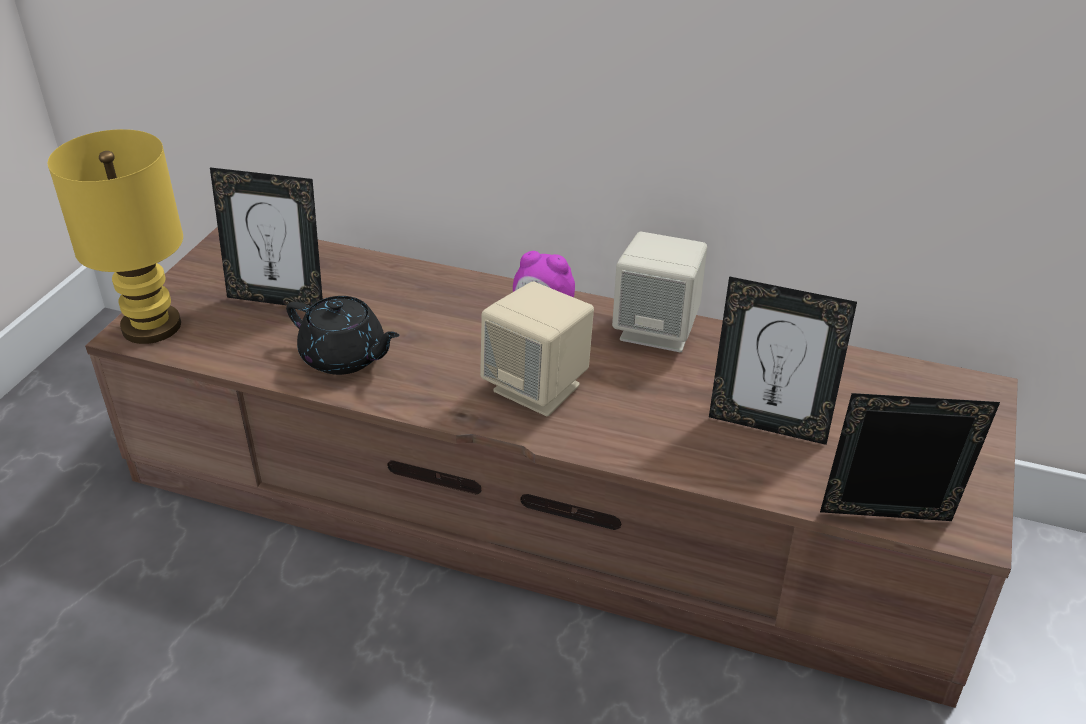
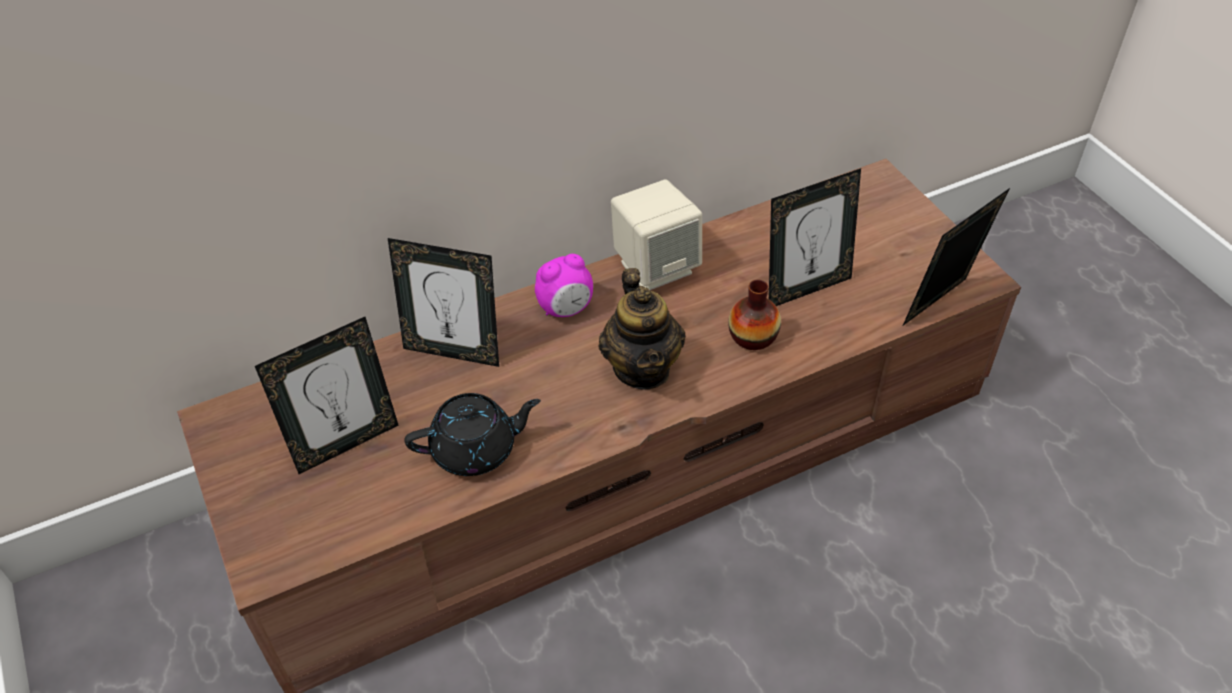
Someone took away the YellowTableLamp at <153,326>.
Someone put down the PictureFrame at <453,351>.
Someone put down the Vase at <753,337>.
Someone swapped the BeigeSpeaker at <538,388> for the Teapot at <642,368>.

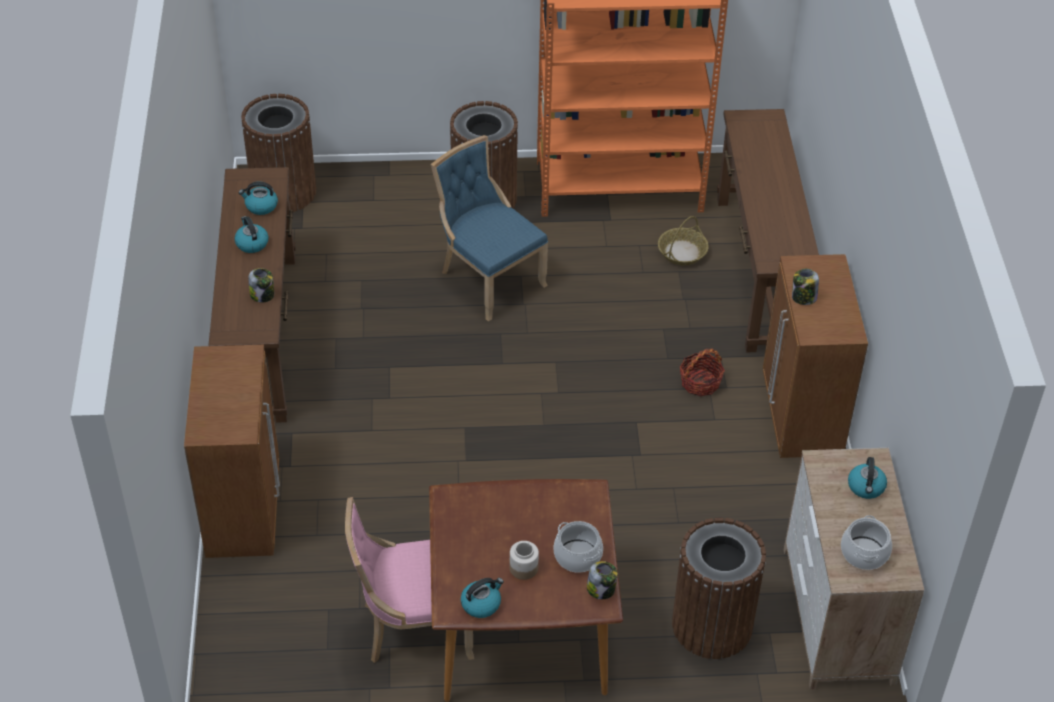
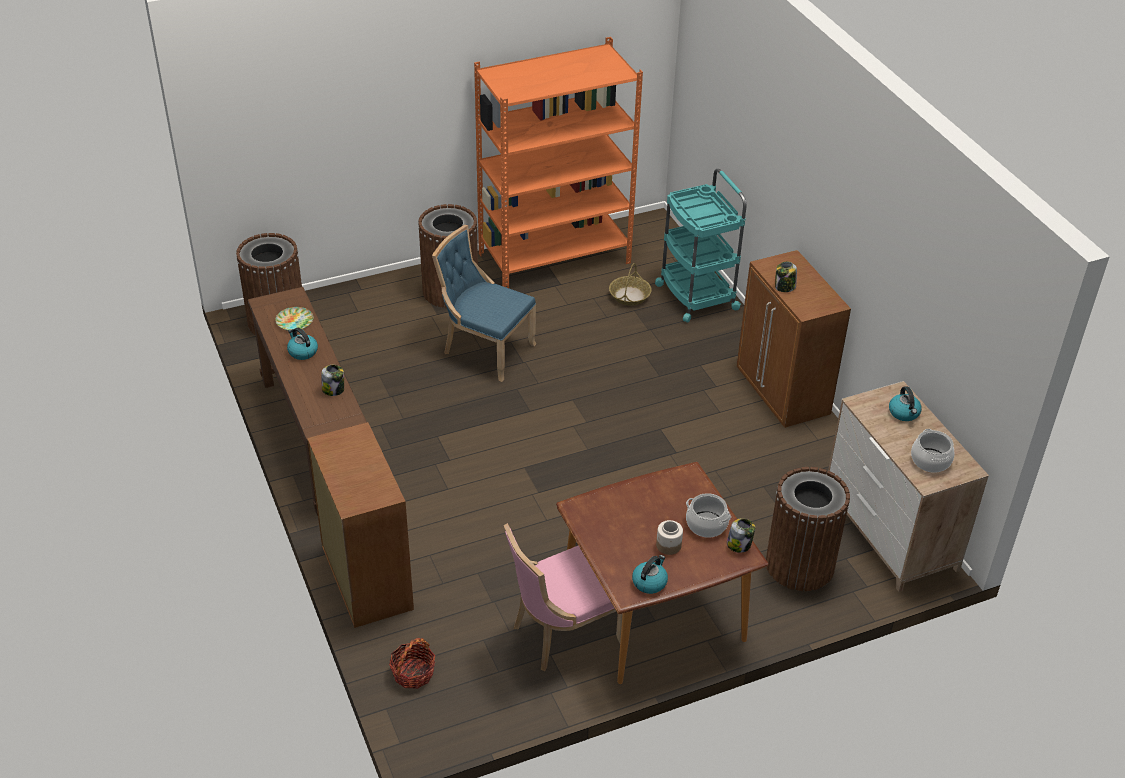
Someone carried the Basket from <700,383> to <413,673>.
Someone swapped the Kettle at <261,206> for the Plate at <295,321>.
Someone swapped the BrownConsoleTable at <758,272> for the TurquoiseCart at <696,297>.

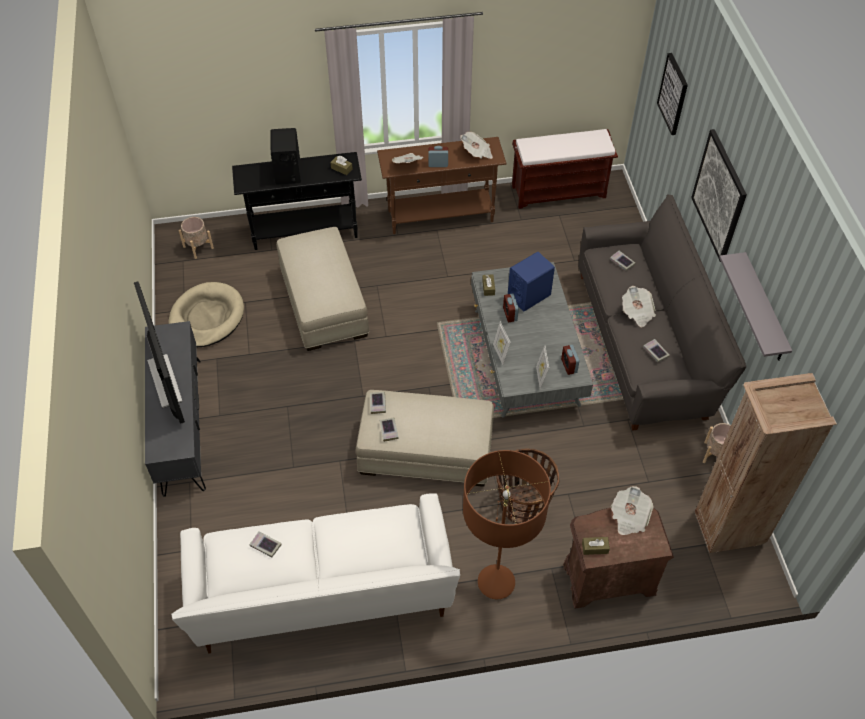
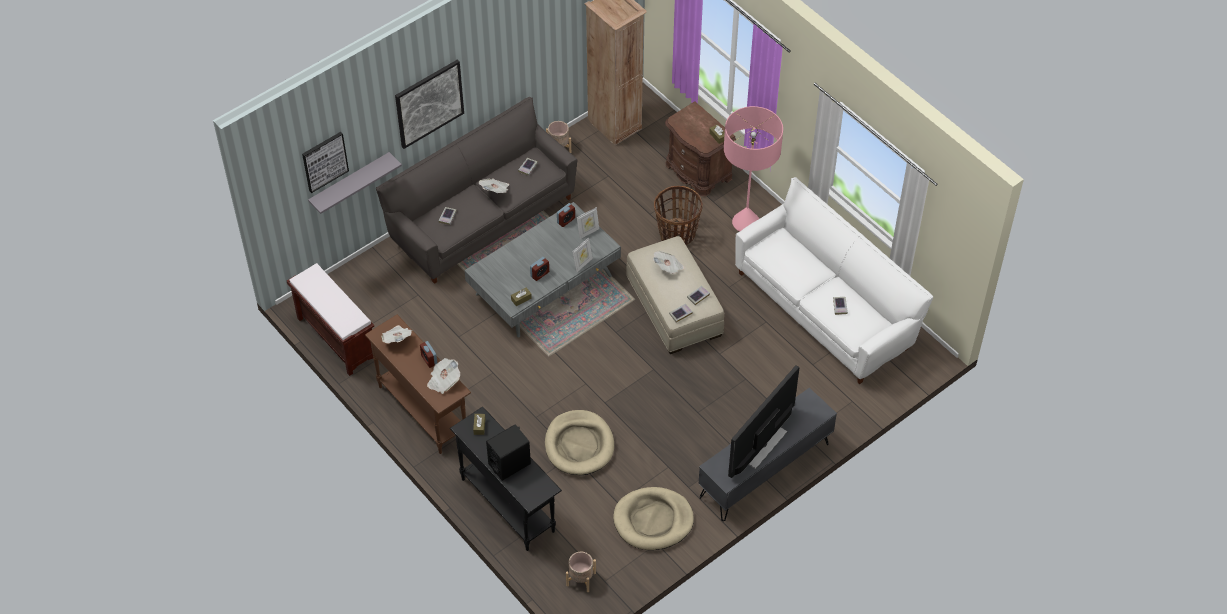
Someone took away the BlueSpeaker at <529,296>.
Someone carried the Newspaper from <629,517> to <668,267>.
Someone carried the GreyShelf from <764,309> to <350,183>.
Someone swapped the BeigeOttoman at <324,302> for the BeigeDogBed at <579,445>.
Someone repainted the BrownFloorLamp at <496,584>, which became the PinkFloorLamp at <745,224>.

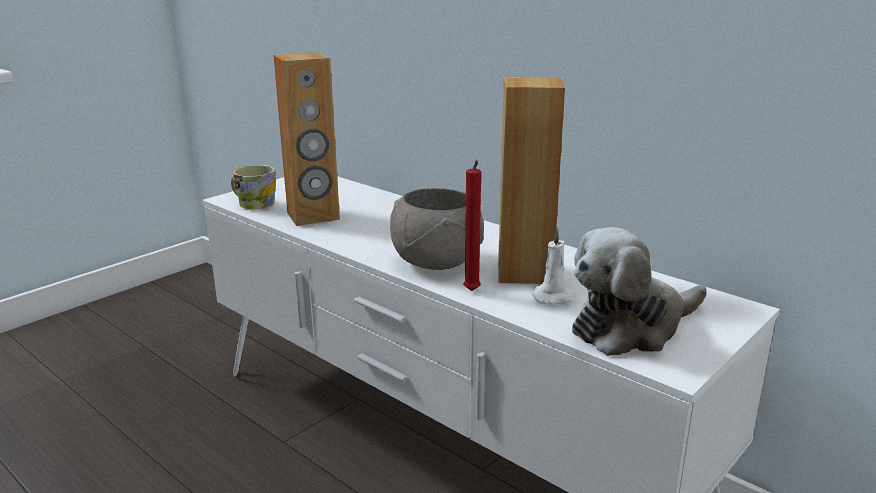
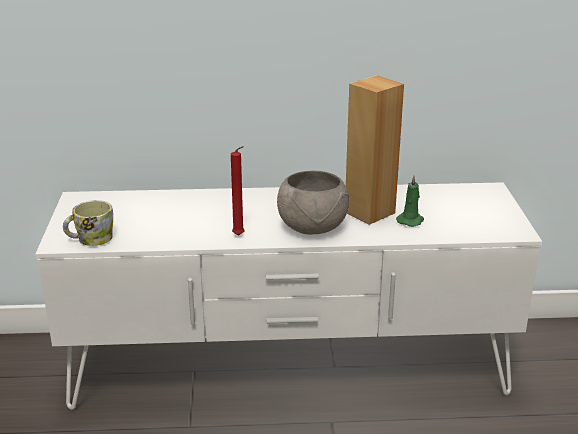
Someone took away the BrownSpeaker at <313,216>.
Someone took away the PlushToy at <631,327>.
Someone carried the RedCandle from <472,292> to <240,236>.
Someone repainted the WhiteCandle at <554,297>, which became the GreenCandle at <410,220>.

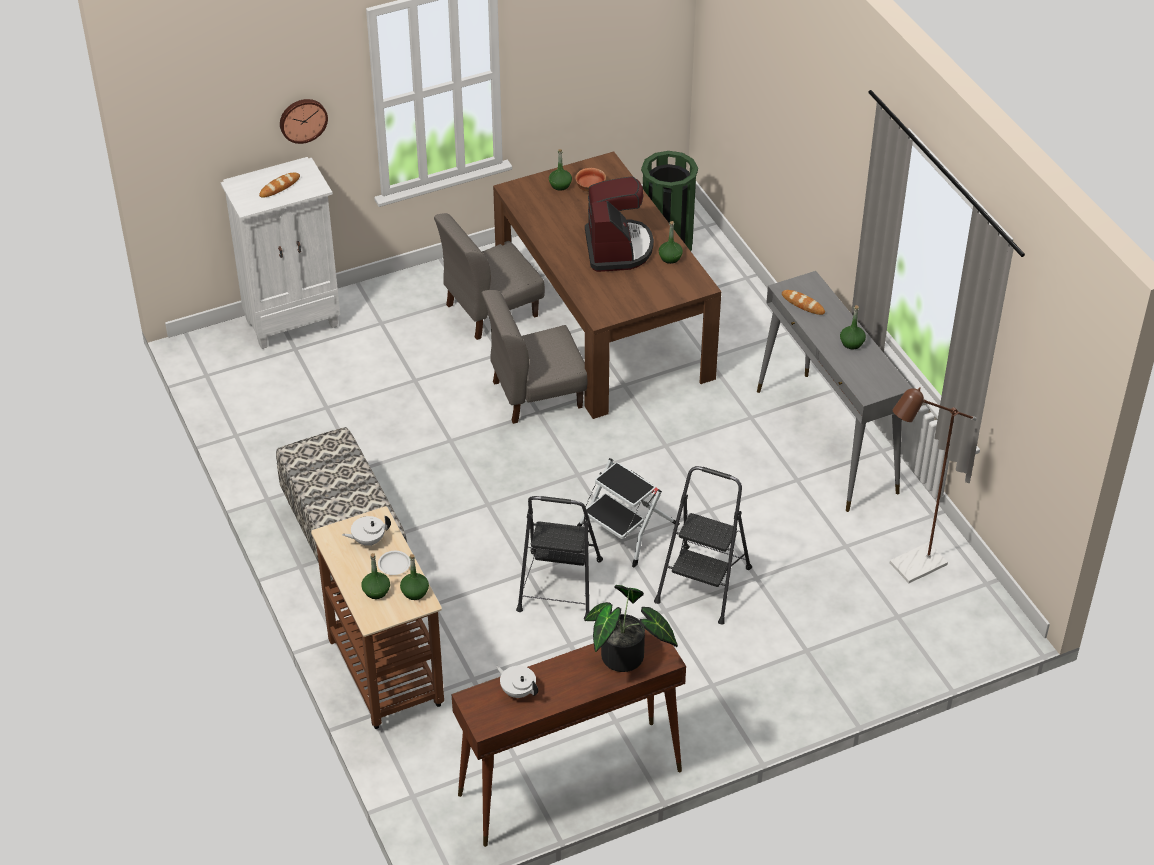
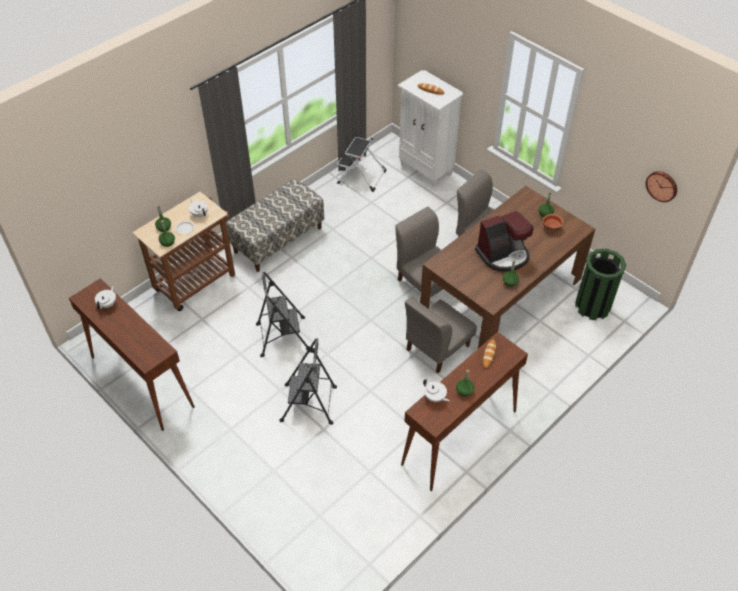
Someone took away the PottedPlant at <625,660>.
Someone took away the BrownFloorLamp at <910,568>.
Someone put down the GreyChair at <437,347>.
Someone put down the WhiteTeapot at <435,397>.
Someone carried the WallClock from <302,119> to <662,185>.
Someone carried the StepLadder from <627,528> to <361,175>.
Someone repainted the GreyConsoleTable at <827,441>, which became the BrownConsoleTable at <459,438>.

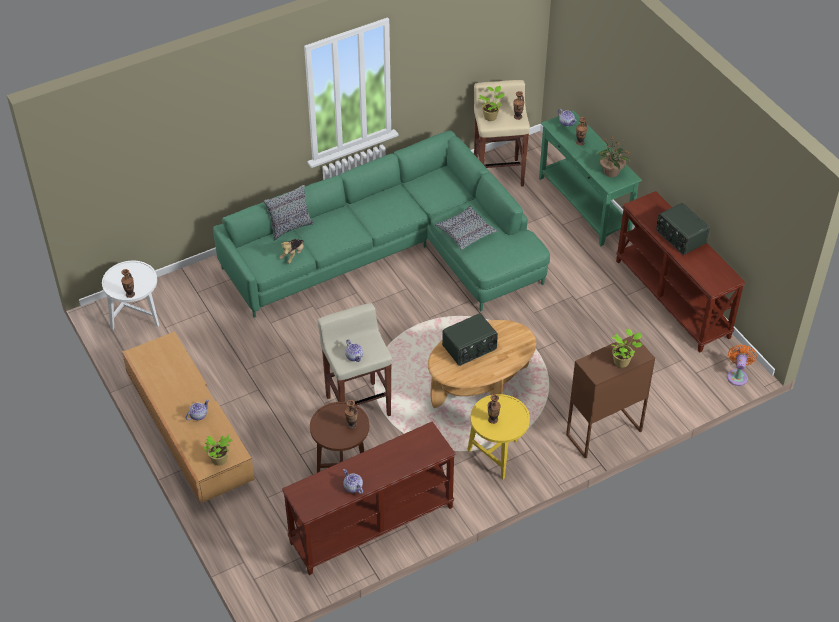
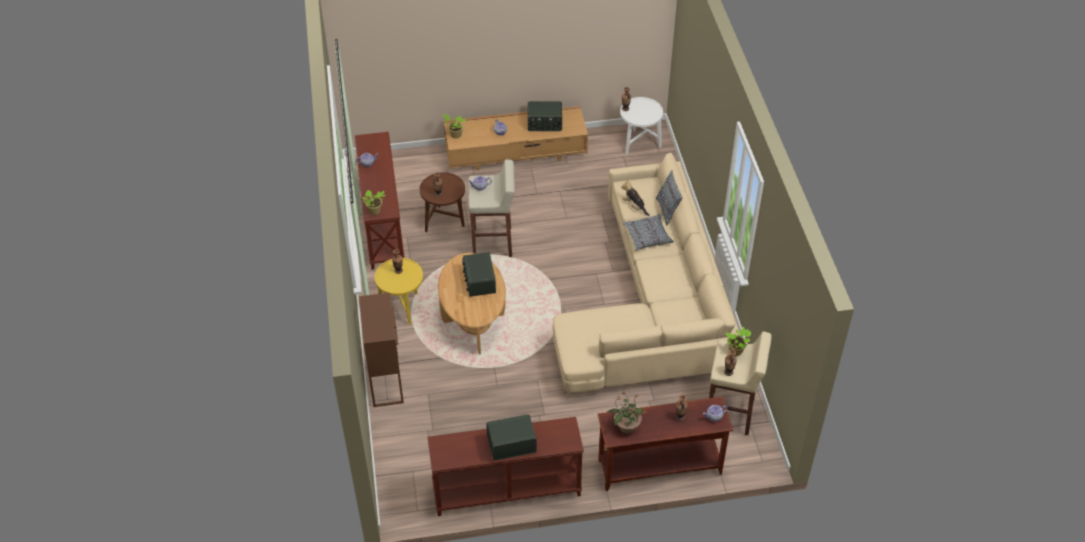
Someone took away the OrangeFan at <737,376>.
Someone put down the Radio at <544,124>.
Someone carried the GreyPillow from <465,233> to <647,236>.
Someone carried the PottedPlant from <622,361> to <374,211>.
Someone repainted the GreenSofa at <391,251>, which became the BeigeSofa at <652,305>.
Someone repainted the GreenConsoleTable at <584,206>, which became the BrownConsoleTable at <659,467>.

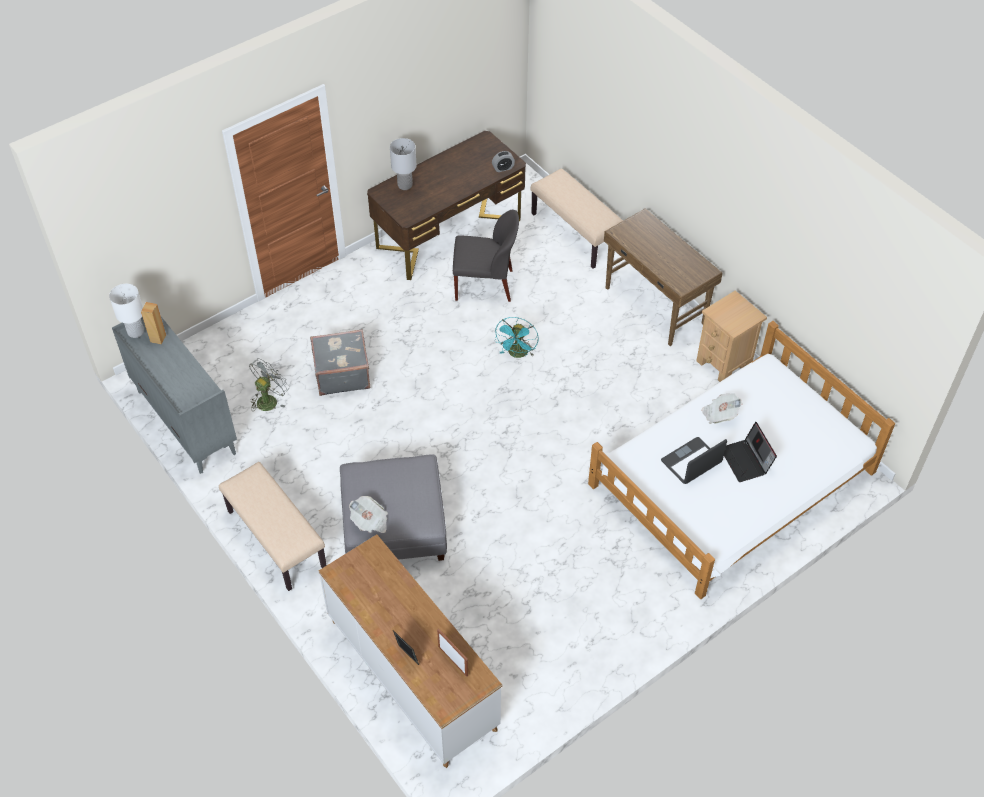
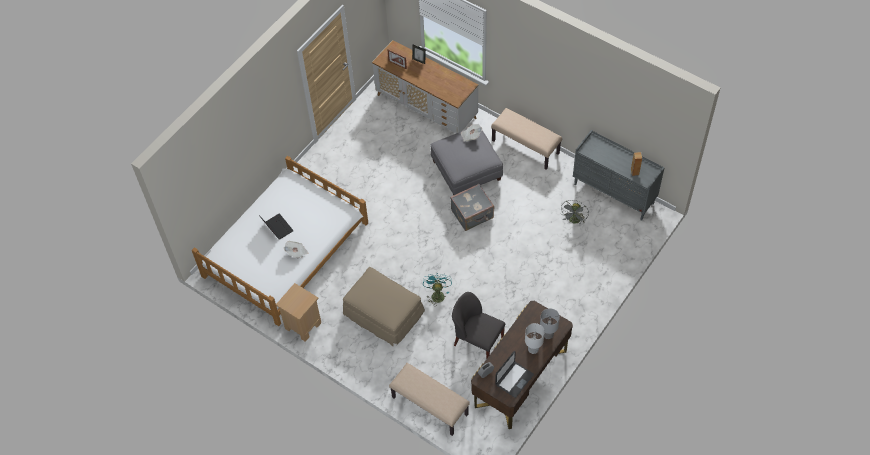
Someone took away the BrownConsoleTable at <655,306>.
Someone put down the BeigeOttoman at <383,314>.
Someone carried the WhiteTableLamp from <136,333> to <533,349>.
Someone carried the GreySuitcase from <341,374> to <472,215>.
Someone carried the Laptop from <692,462> to <514,379>.
Someone rotated the GreyChair at <485,285> by 45 degrees clockwise.

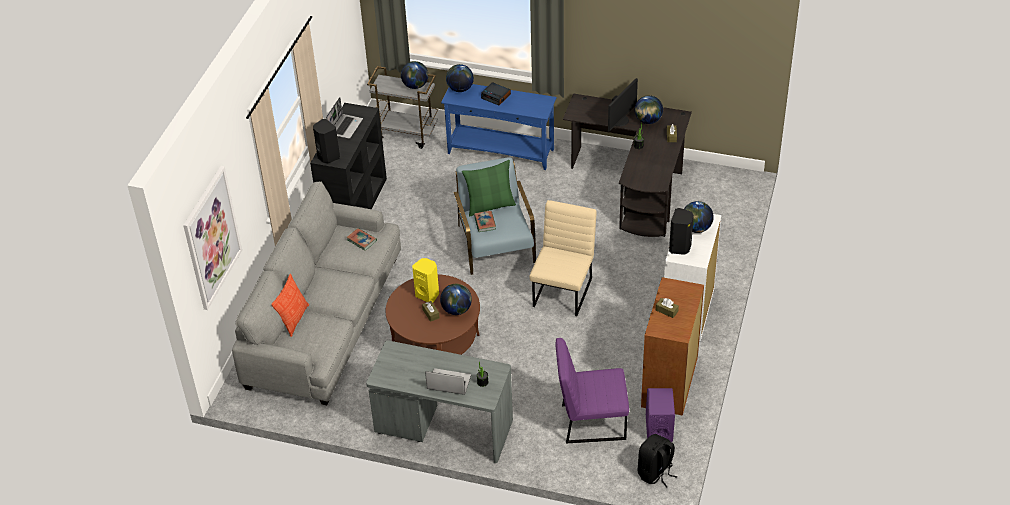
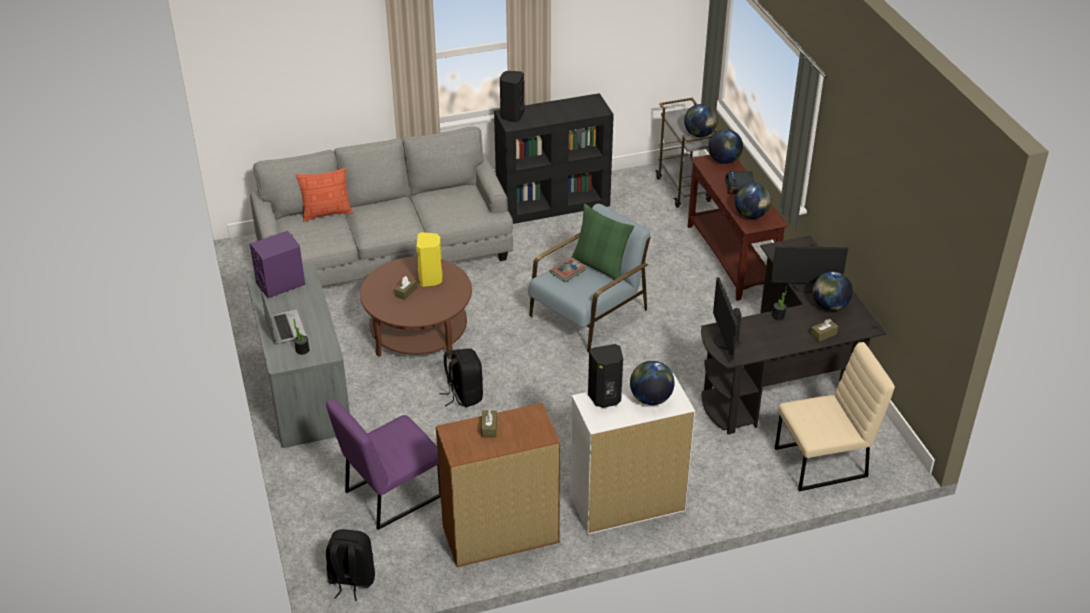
Someone took away the Picture at <211,237>.
Someone took away the Laptop at <345,127>.
Someone took away the Book at <361,240>.
Someone put down the BlackBackpack at <464,395>.
Someone put down the Monitor at <725,341>.
Someone carried the Globe from <457,310> to <751,215>.
Someone carried the BeigeChair from <563,291> to <823,462>.
Someone carried the PurpleSpeaker from <659,428> to <281,284>.
Someone repainted the BlueConsoleTable at <501,151>, which became the BrownConsoleTable at <730,259>.
Someone rotated the PurpleChair at <591,421> by 90 degrees counterclockwise.

